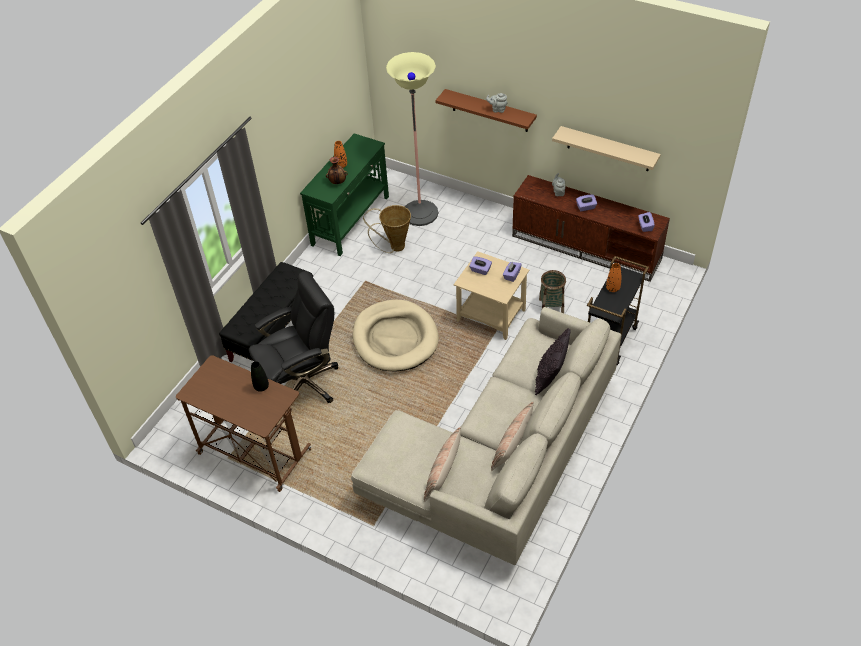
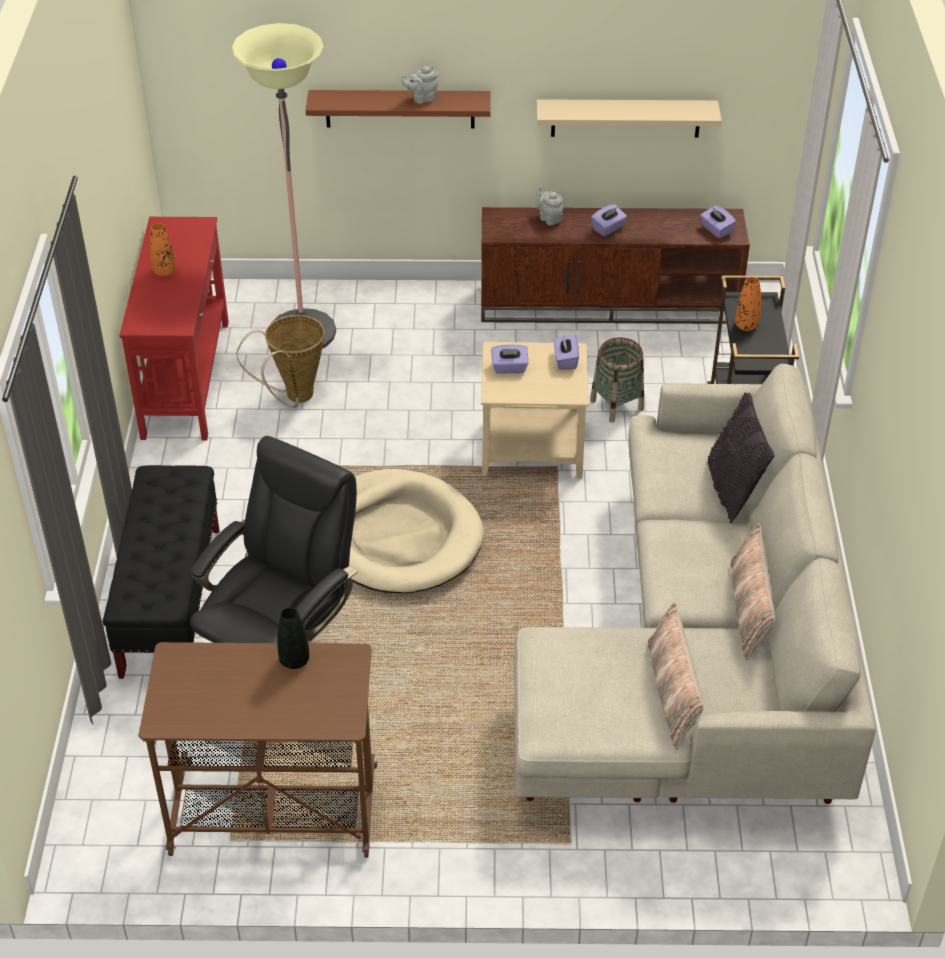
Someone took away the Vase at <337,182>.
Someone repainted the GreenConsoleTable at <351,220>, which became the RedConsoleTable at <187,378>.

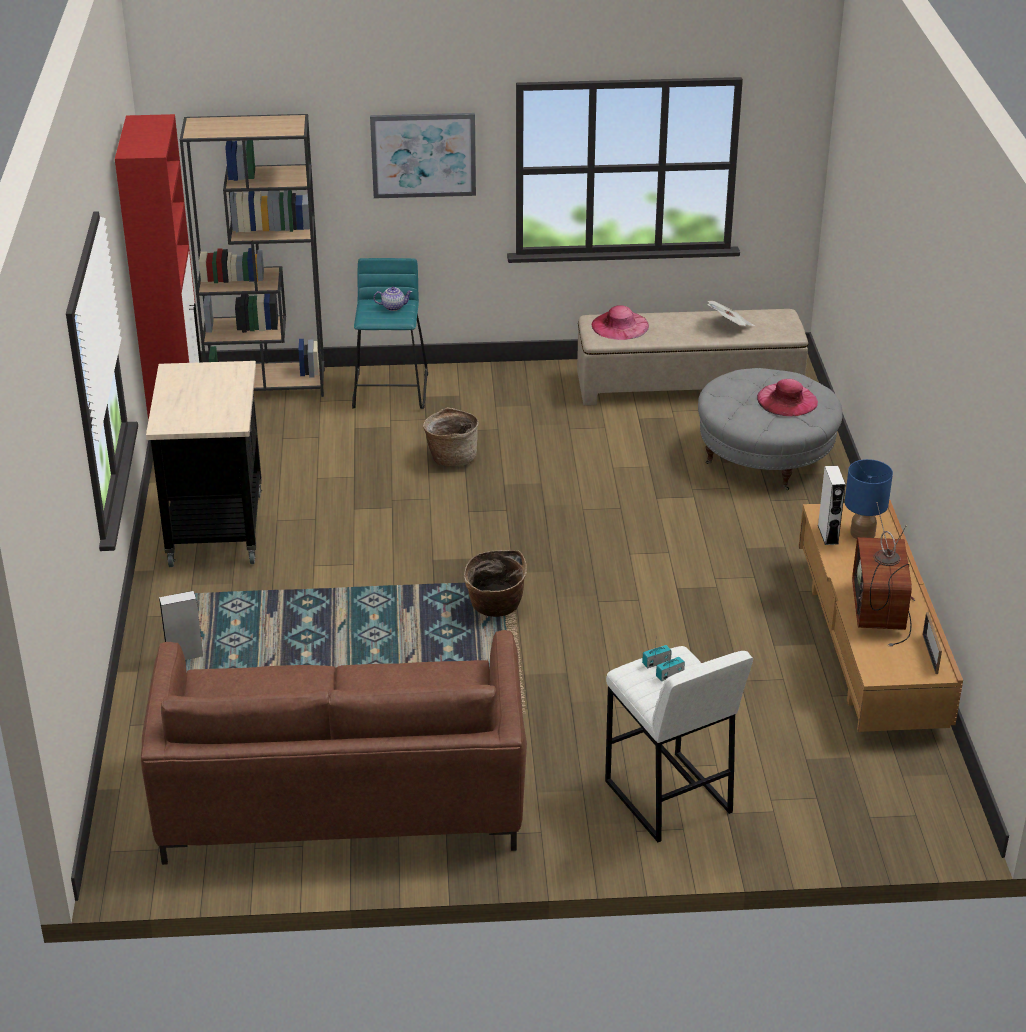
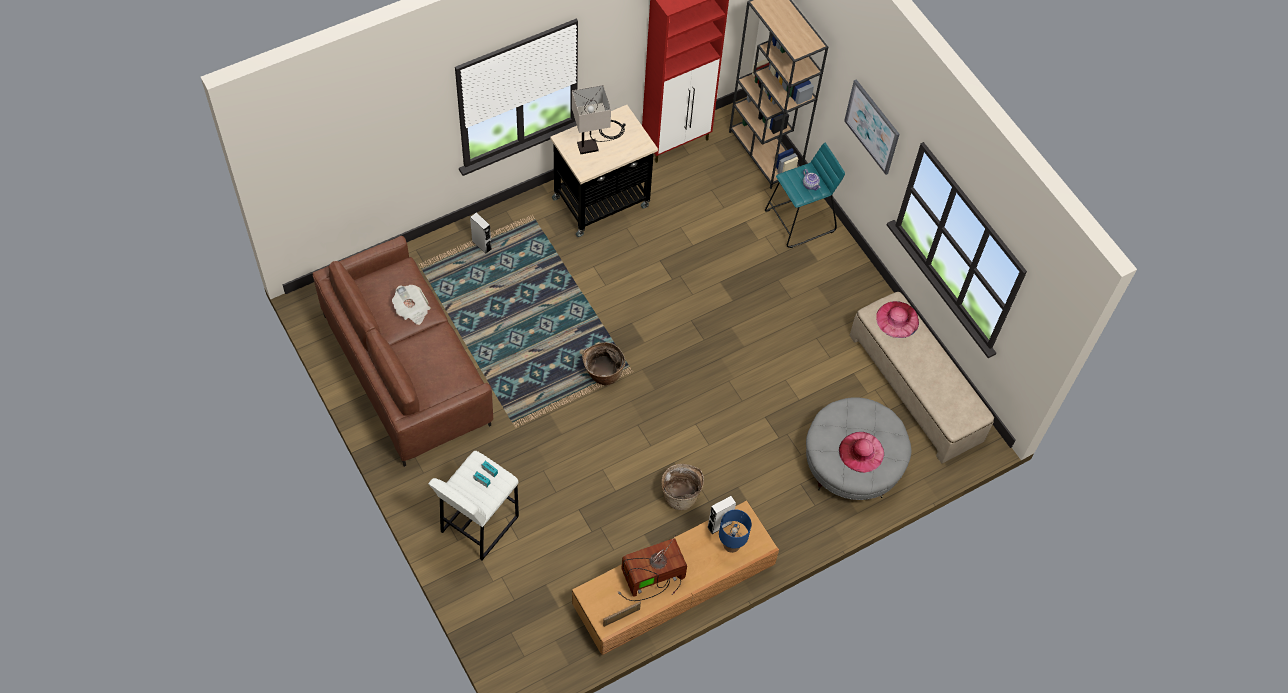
Someone put down the TableLamp at <598,140>.
Someone carried the Basket from <451,457> to <681,494>.
Someone carried the Newspaper from <730,326> to <412,310>.

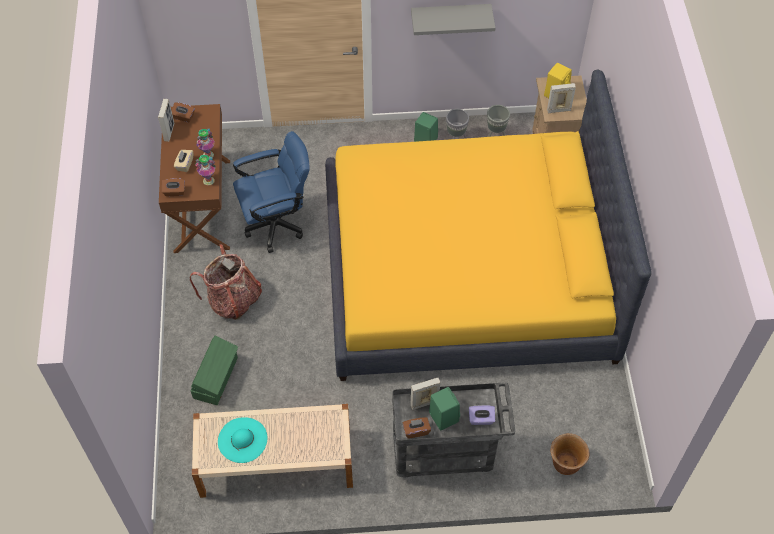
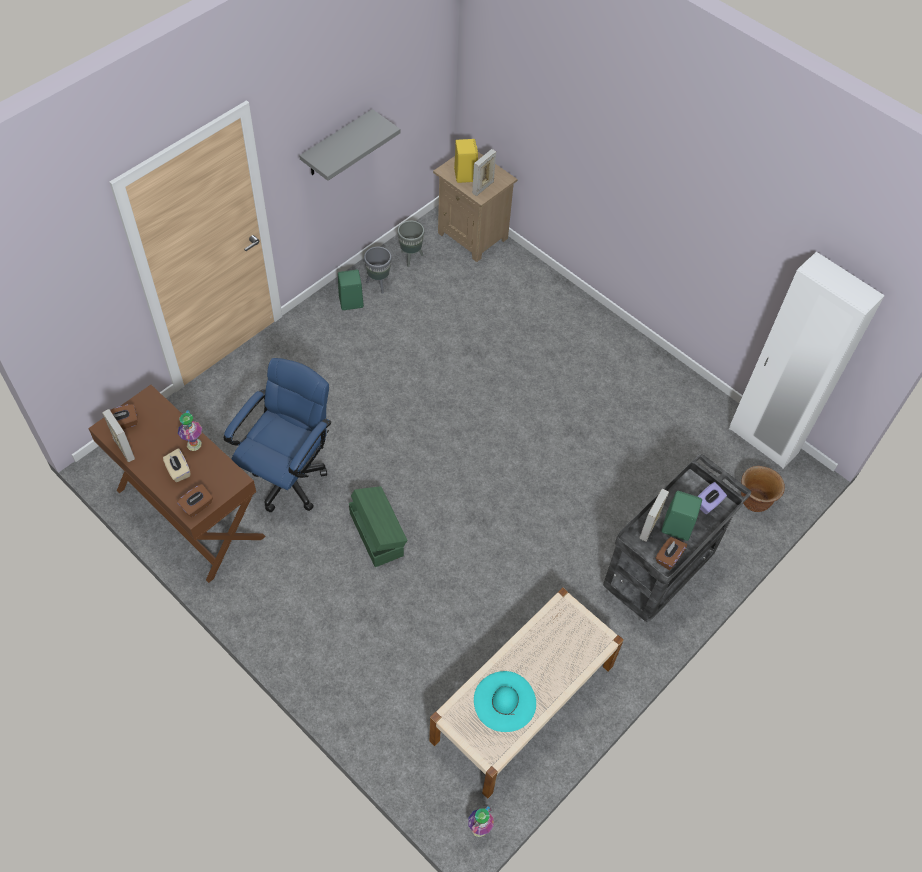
Someone took away the Backpack at <233,300>.
Someone took away the YellowBed at <467,272>.
Someone put down the WhiteWardrobe at <762,441>.
Someone carried the GreenStorageBox from <216,377> to <377,533>.
Someone carried the Vase from <208,180> to <479,828>.

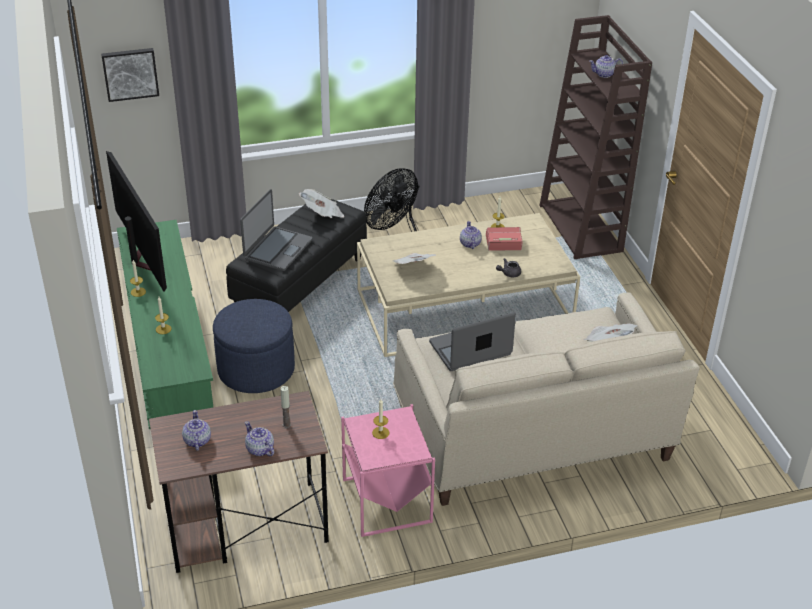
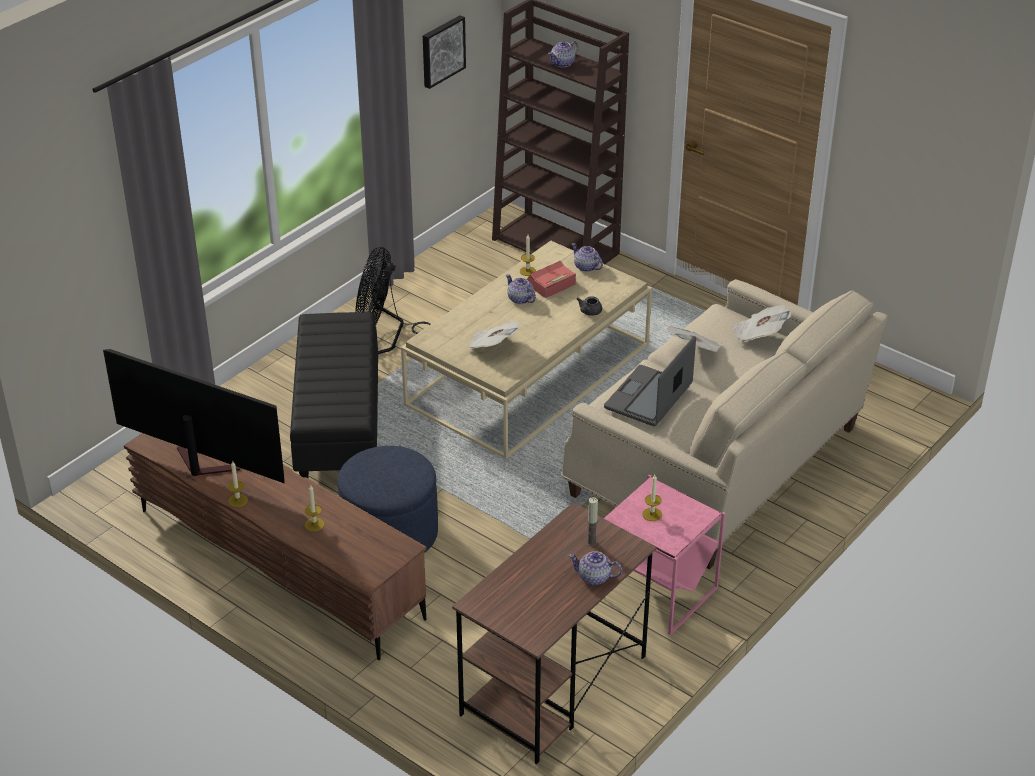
Someone took away the Laptop at <277,249>.
Someone carried the Picture from <130,73> to <442,51>.
Someone carried the Teapot from <197,441> to <586,267>.
Someone carried the Newspaper from <322,214> to <696,351>.
Someone repainted the GreenTvStand at <168,354>, which became the BrownTvStand at <277,565>.

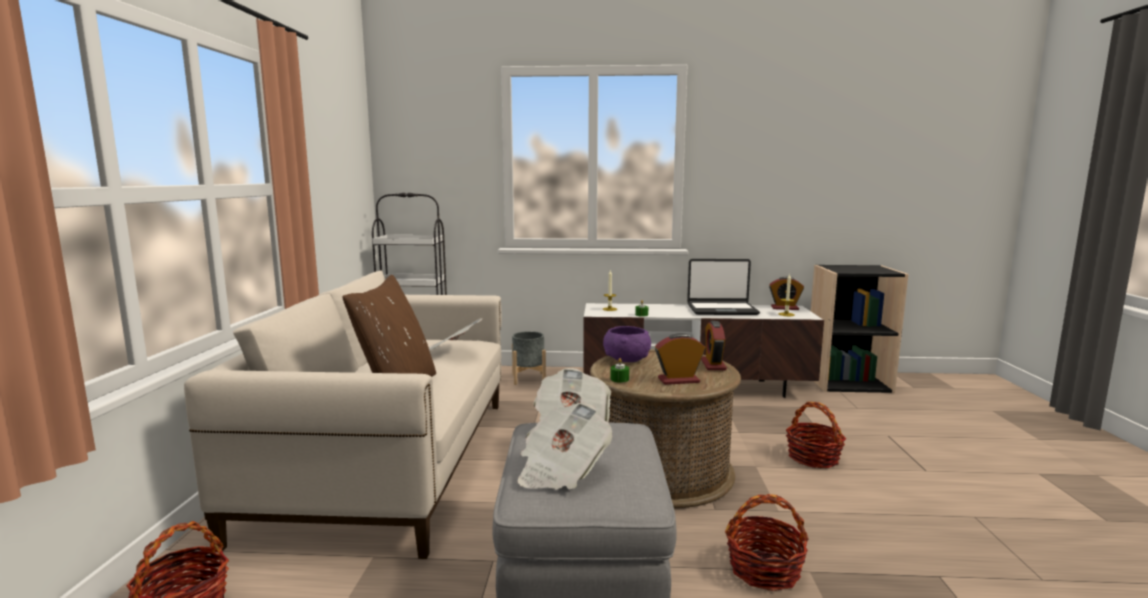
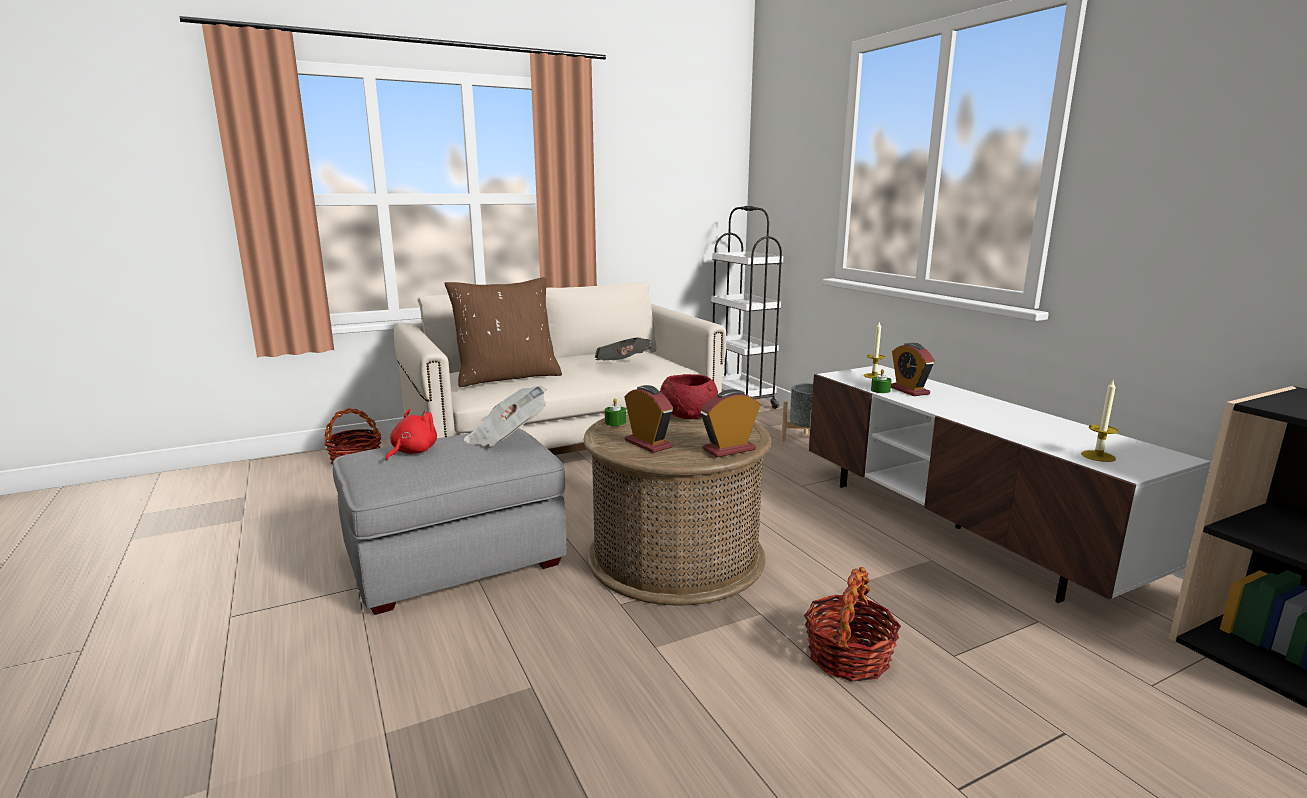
Someone took away the Laptop at <722,309>.
Someone took away the Basket at <764,570>.
Someone carried the AlarmClock from <784,308> to <909,390>.
Someone swapped the Newspaper at <561,470> for the RedPlushToy at <412,452>.
Someone repainted the PurpleBowl at <626,359>, which became the RedBowl at <688,414>.

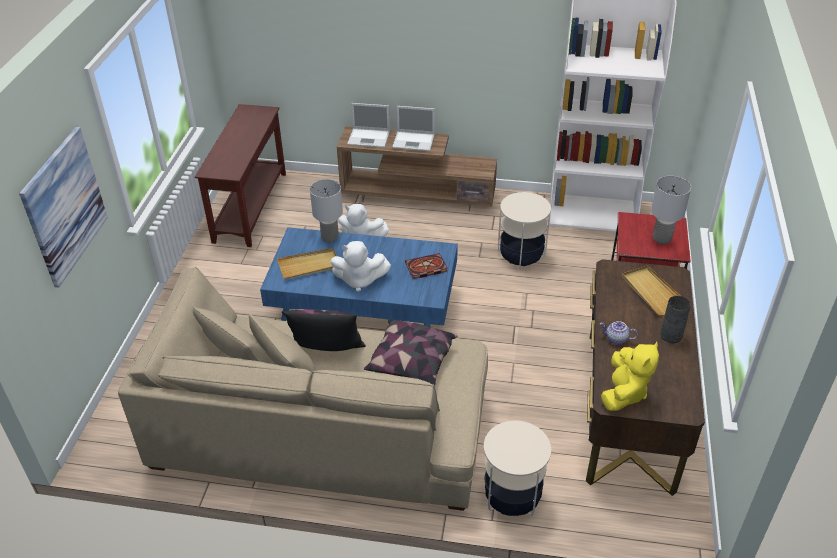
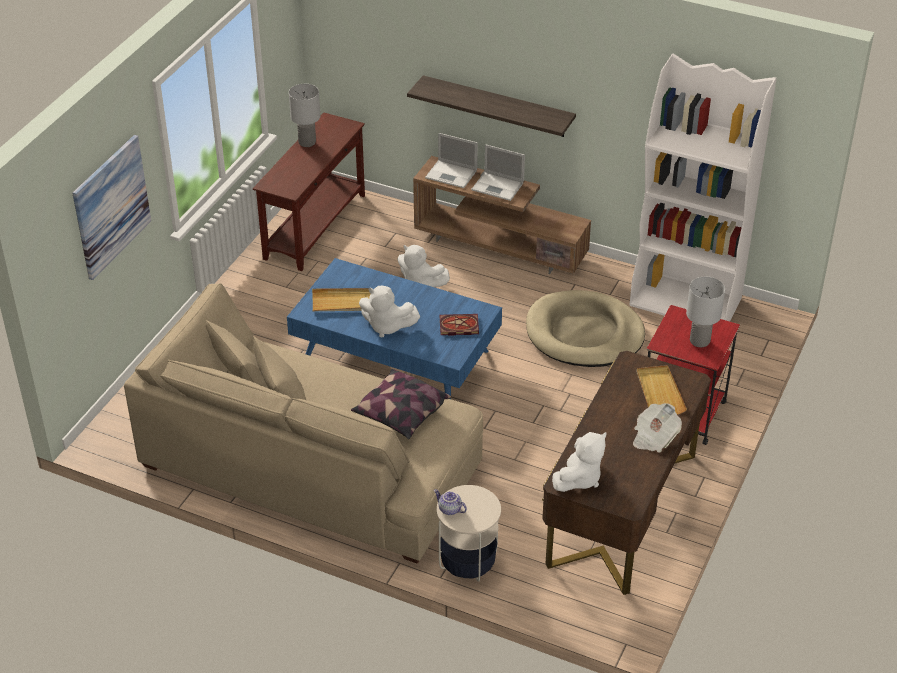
Someone took away the Pillow at <328,351>.
Someone put up the Shelf at <497,106>.
Someone carried the GreyTableLamp from <330,238> to <307,143>.
Someone carried the Teapot from <616,339> to <449,509>.
Someone swapped the BeigeSideTable at <521,255> for the BeigeDogBed at <584,334>.
Someone swapped the GreyVase at <671,336> for the Newspaper at <654,437>.
Someone repainted the YellowPlushToy at <624,393>, which became the WhitePlushToy at <579,478>.

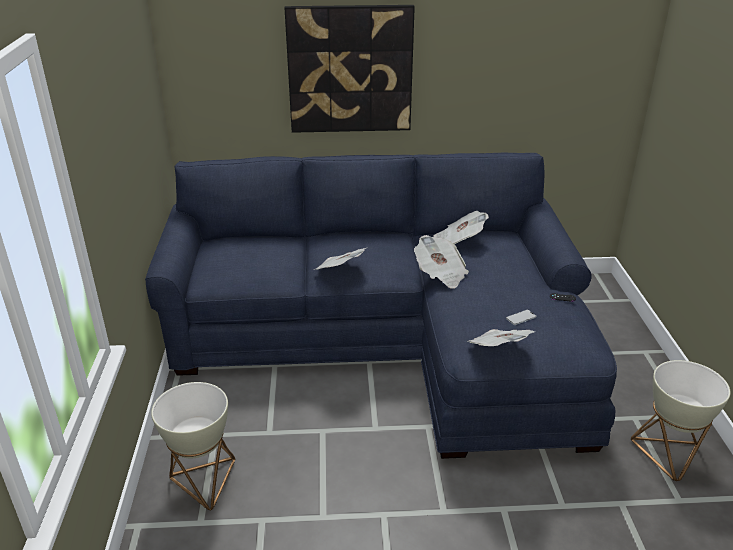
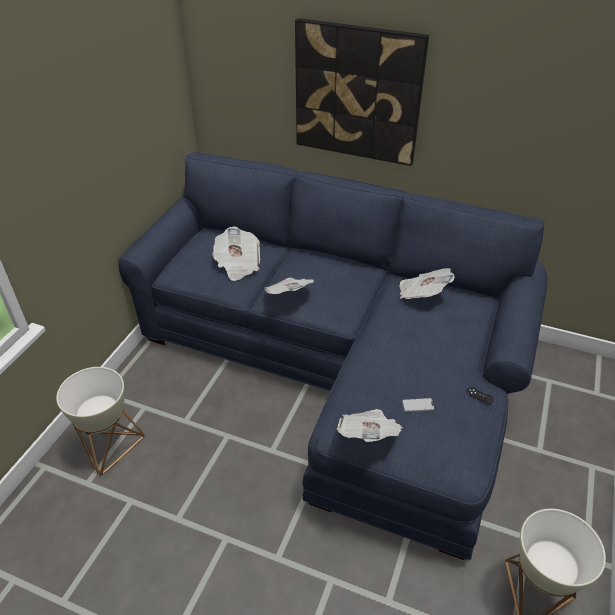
Someone carried the Newspaper from <440,274> to <237,265>.

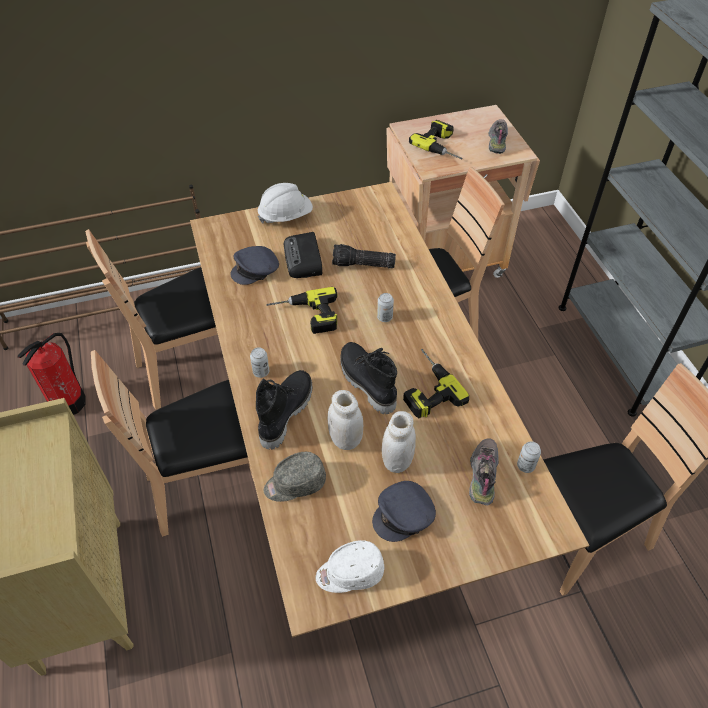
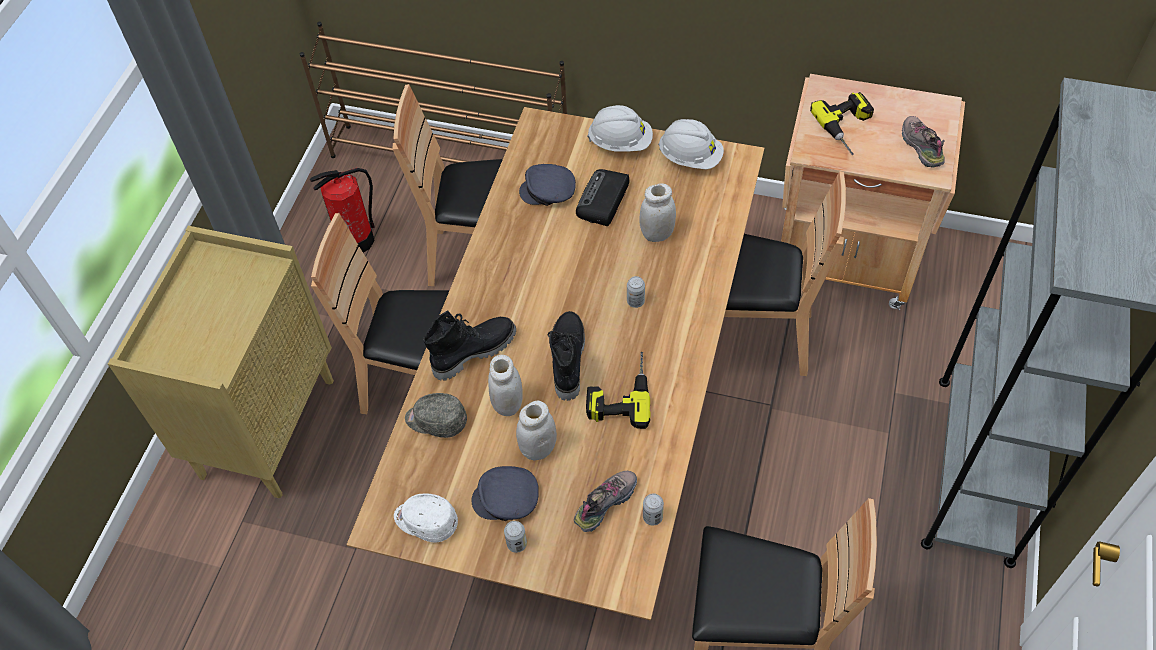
Someone took away the PowerDrill at <305,316>.
Someone put down the WhiteHardHat at <690,157>.
Someone carried the Can from <261,372> to <517,544>.
Someone swapped the Flashlight at <362,265> for the WhiteJar at <657,234>.
Someone rotated the Shoe at <496,140> by 60 degrees counterclockwise.

